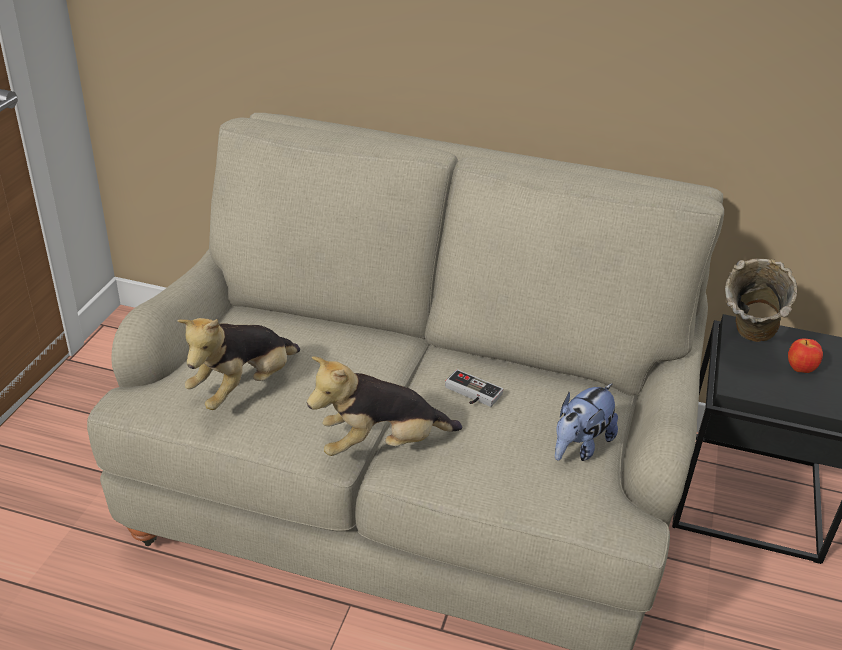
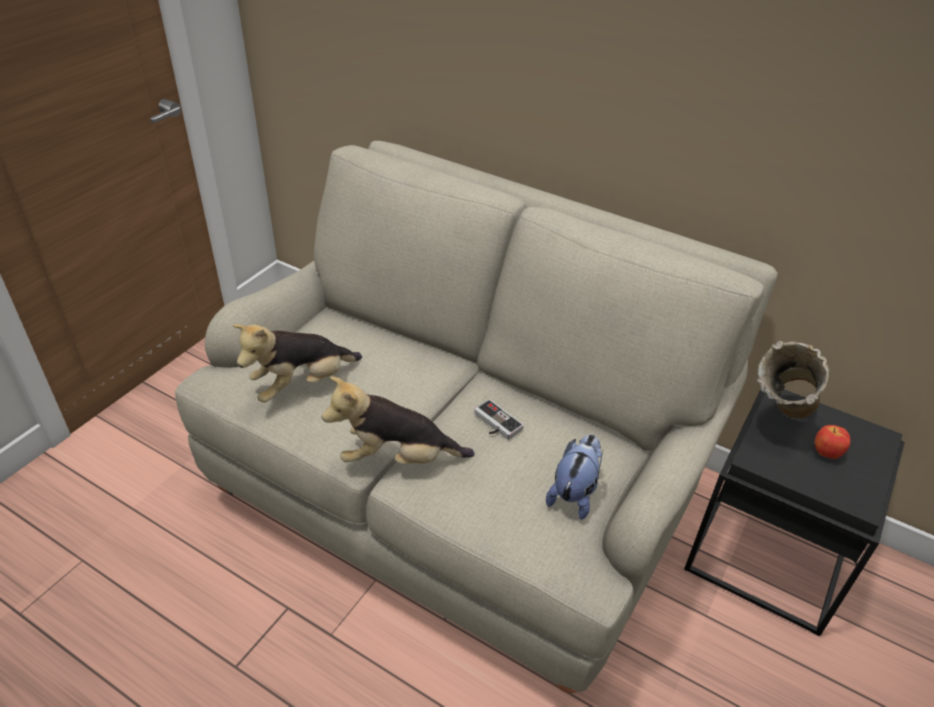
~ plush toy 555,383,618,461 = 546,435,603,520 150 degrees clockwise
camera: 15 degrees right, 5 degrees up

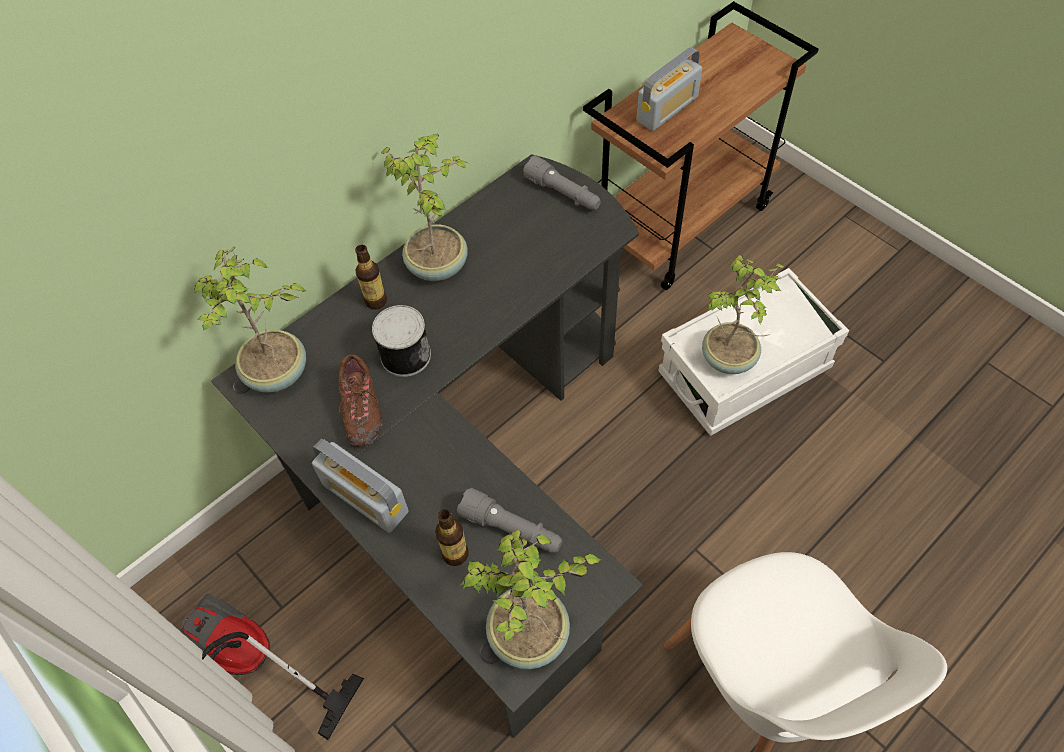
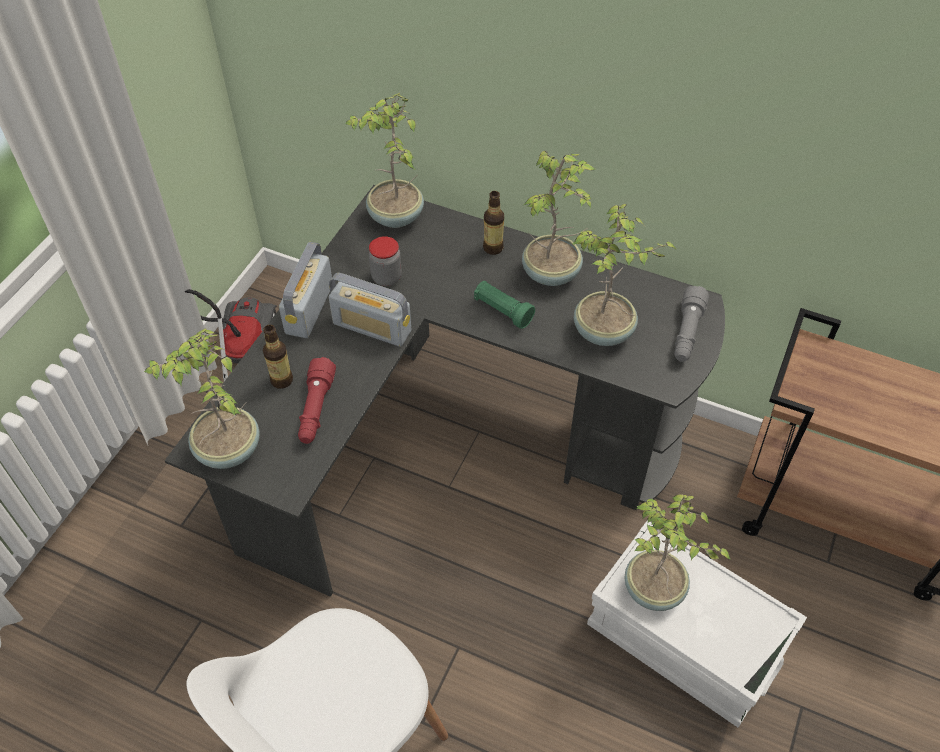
~ grey flashlight 457,488,562,553 to red flashlight 298,357,336,444
~ radio 636,47,702,131 to 329,273,411,347
~ brown shoe 338,354,383,447 to jar 369,236,402,286
+ green flashlight 474,281,535,329
+ potted plant 572,204,677,346
- can 372,305,431,377
camera: 65 degrees right, 5 degrees down

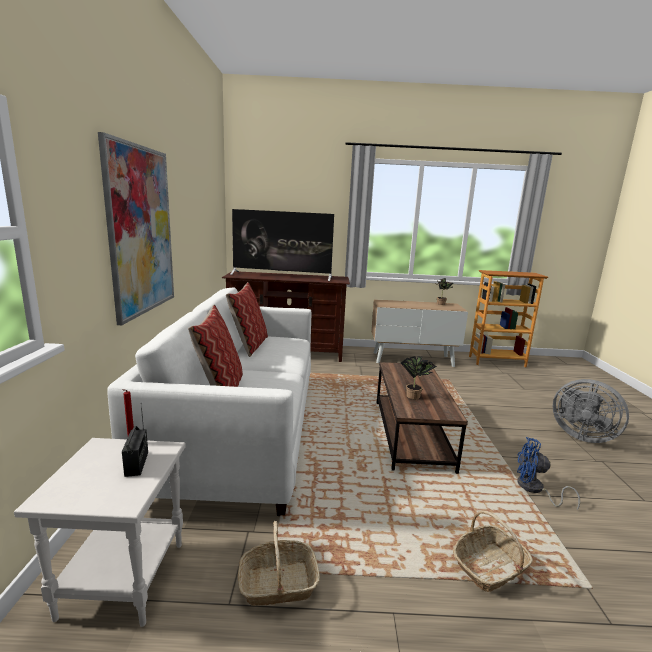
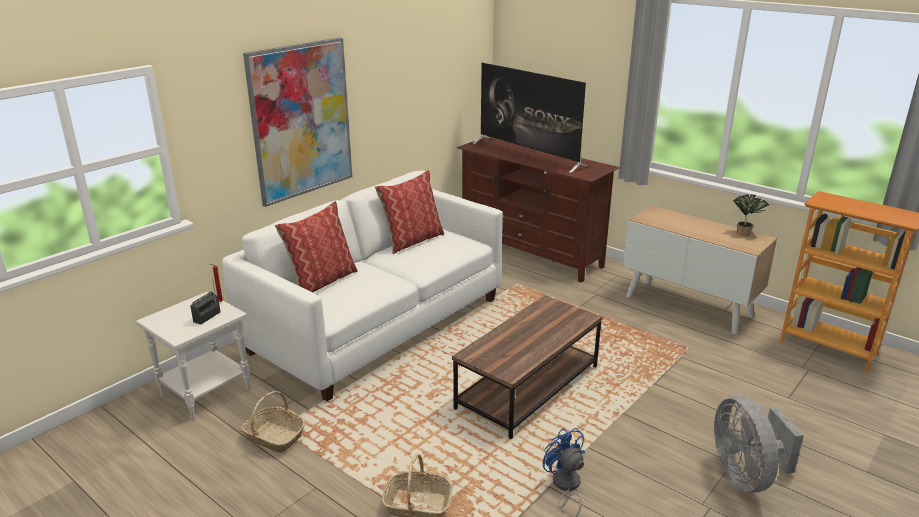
- potted plant 401,356,437,400
camera: 40 degrees right, 10 degrees up

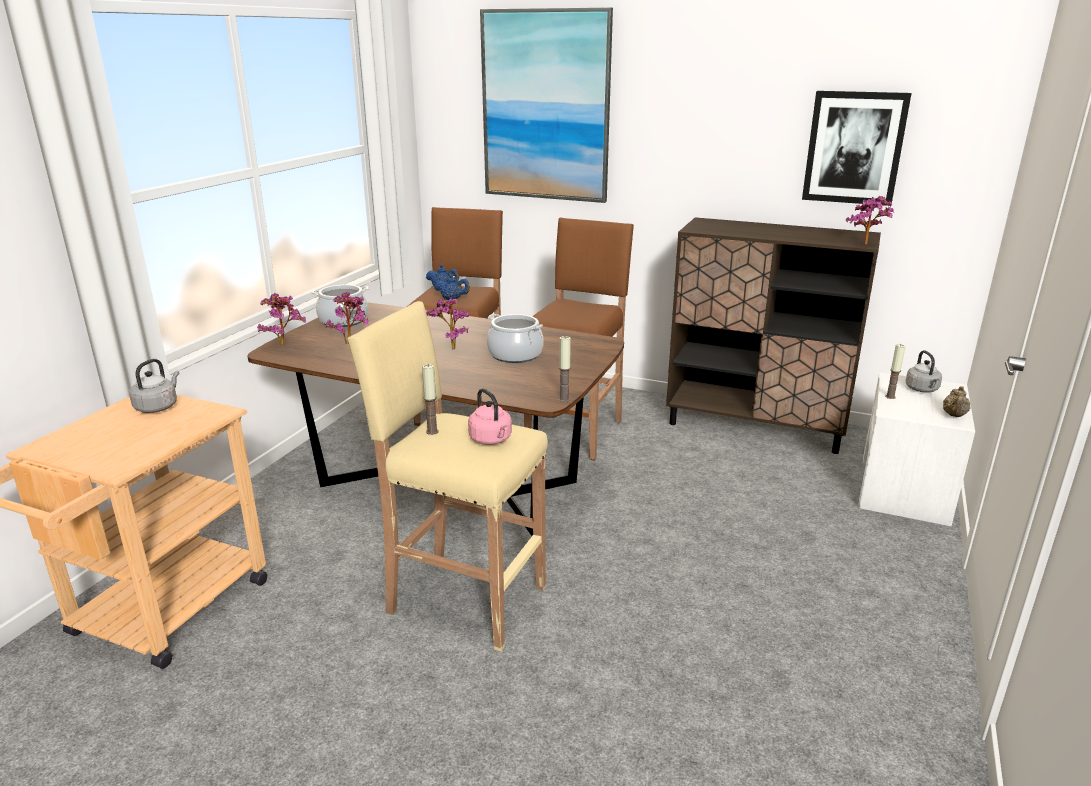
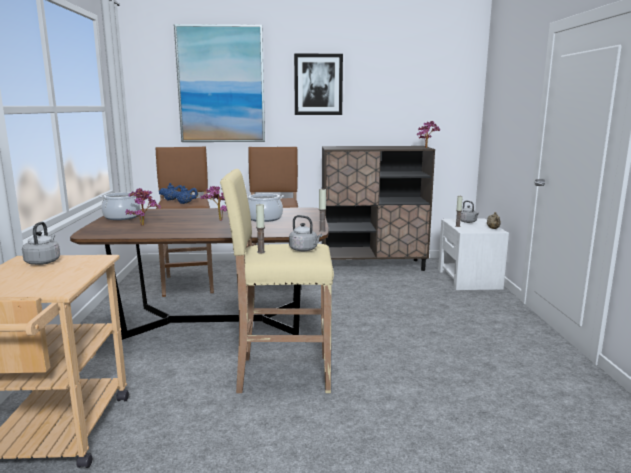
~ pink kettle 468,388,512,445 to grey kettle 289,215,322,251
~ picture 802,91,912,206 to 294,54,343,115
- potted plant 257,293,306,345
camera: 25 degrees left, 10 degrees down

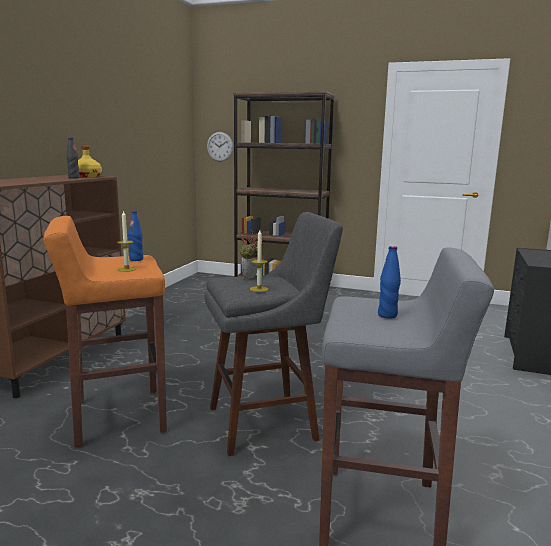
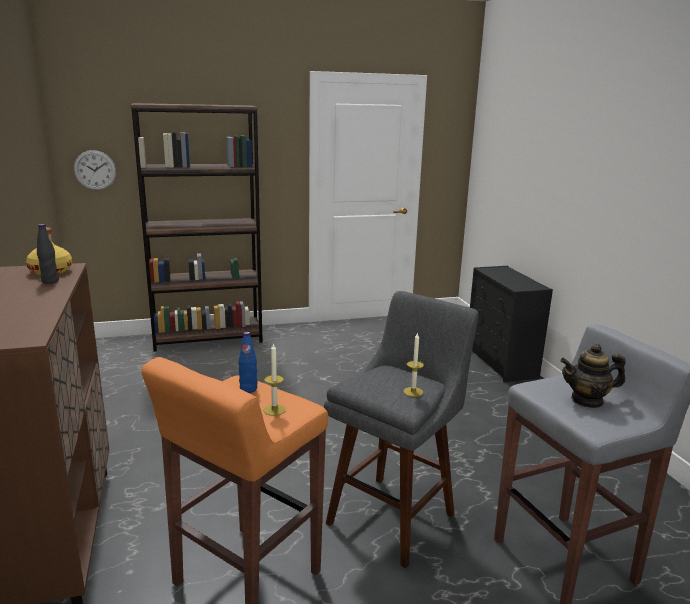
~ blue bottle 378,246,401,319 to teapot 560,343,626,408
- potted plant 240,229,263,279
camera: 35 degrees left, 5 degrees up

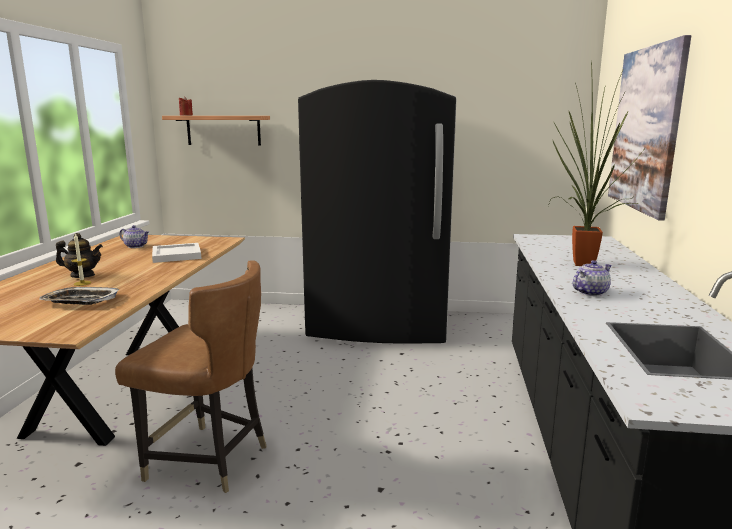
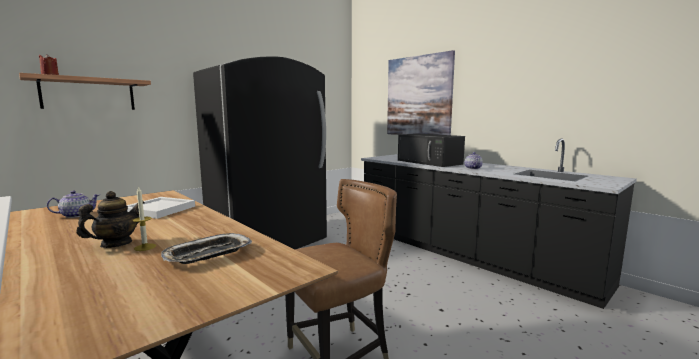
~ potted plant 548,60,646,266 to black microwave 398,134,465,167
camera: 50 degrees left, 5 degrees down

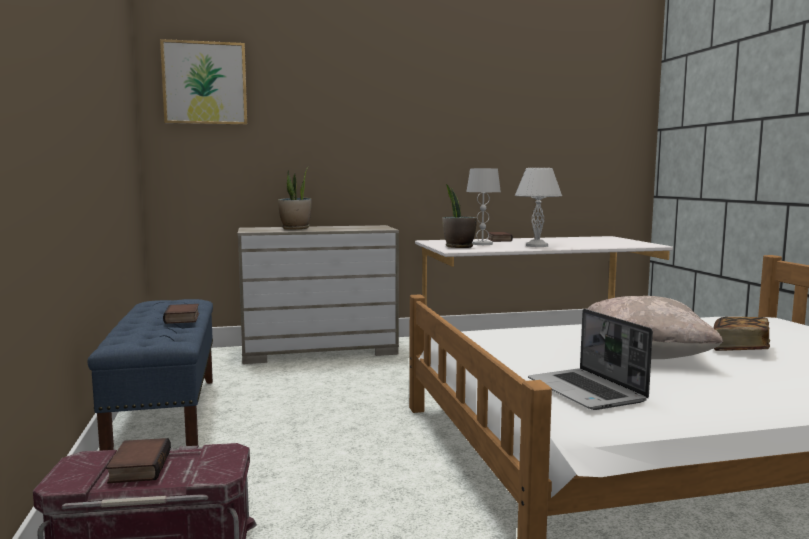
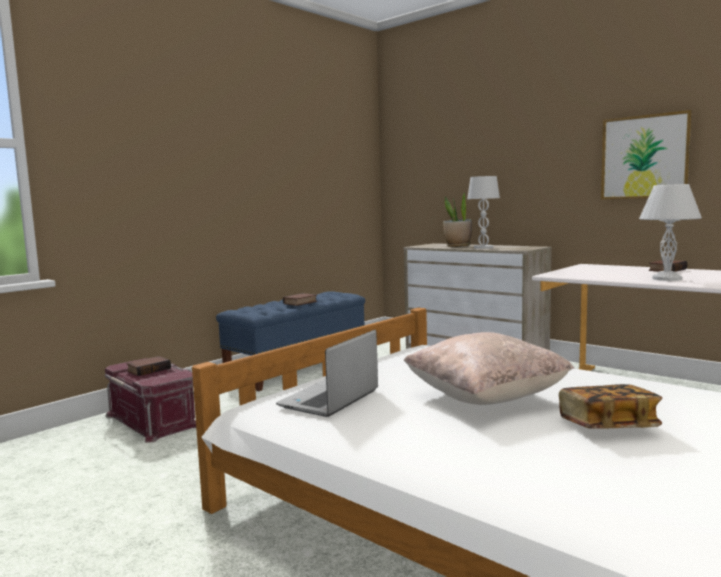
~ white table lamp 466,168,501,245 to 467,176,500,249
~ picture 160,39,247,125 to 601,110,693,200
- potted plant 442,184,477,248
camera: 55 degrees right, 0 degrees up

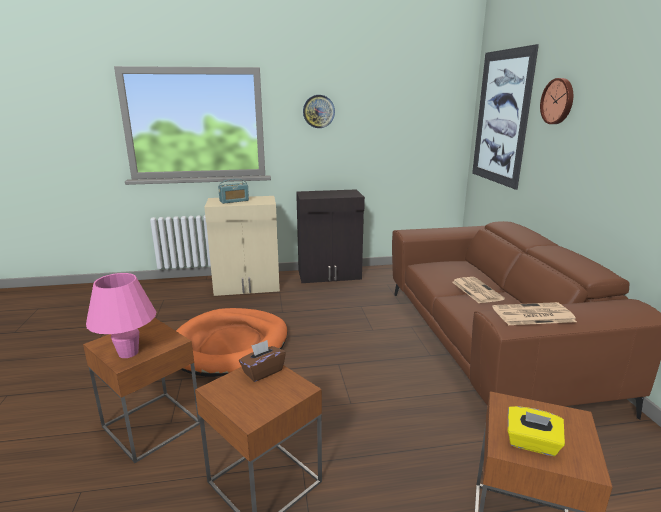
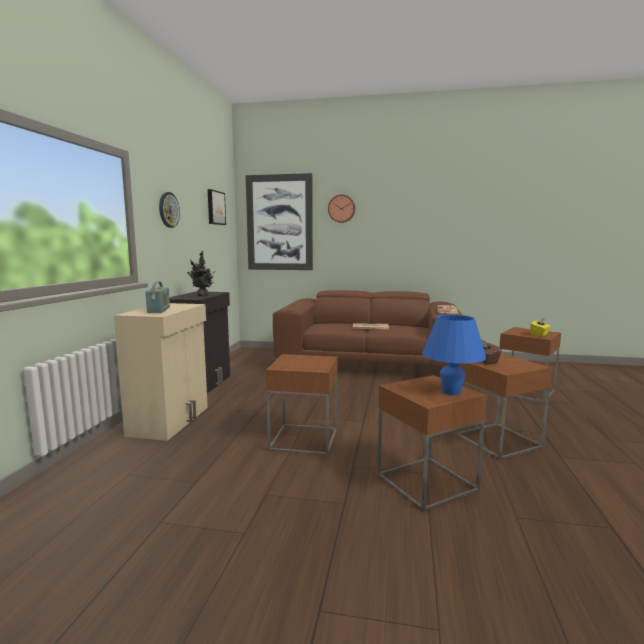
+ potted plant 187,251,214,297
+ picture 208,189,226,225
~ orange dog bed 176,308,288,376 to brown side table 266,354,338,456
~ pink table lamp 86,273,156,358 to blue table lamp 422,315,486,395
camera: 70 degrees left, 10 degrees down

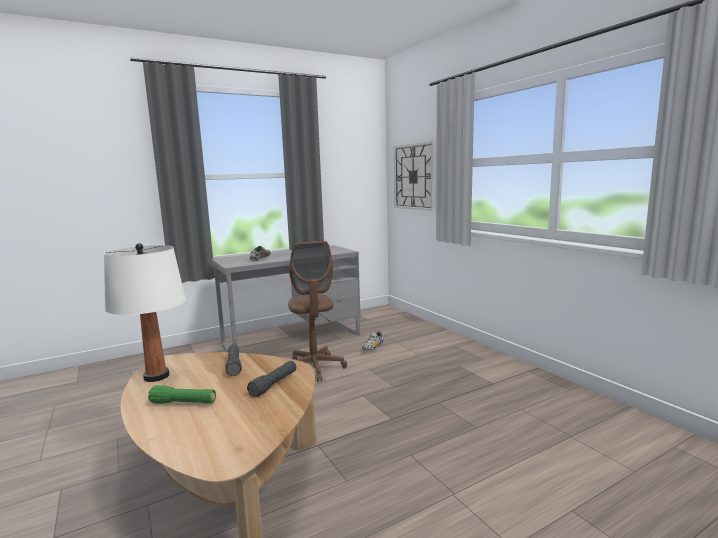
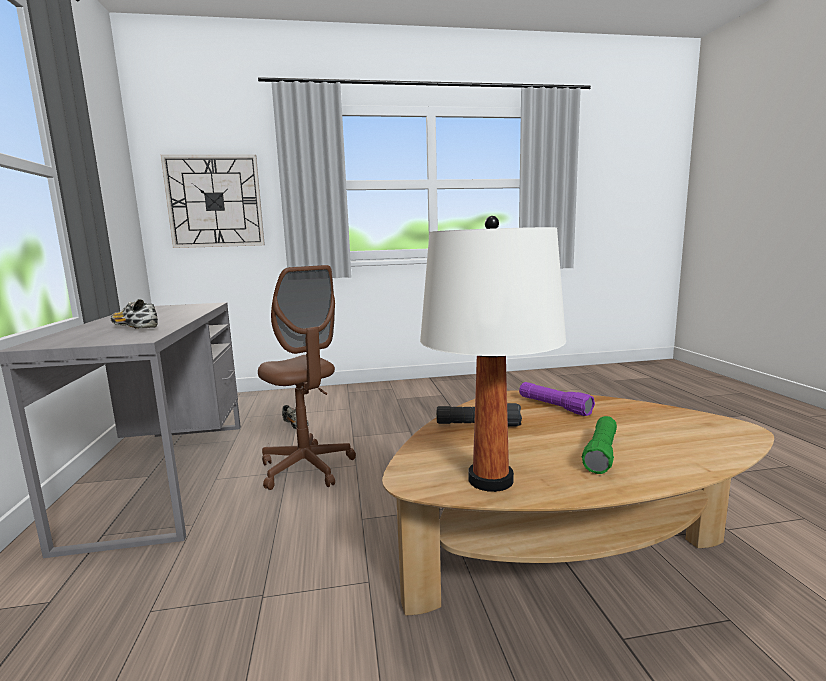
~ brown office chair 288,241,347,382 = 258,265,356,490 45 degrees clockwise
~ black flashlight 247,361,297,397 to purple flashlight 519,382,595,416
camera: 70 degrees left, 0 degrees up

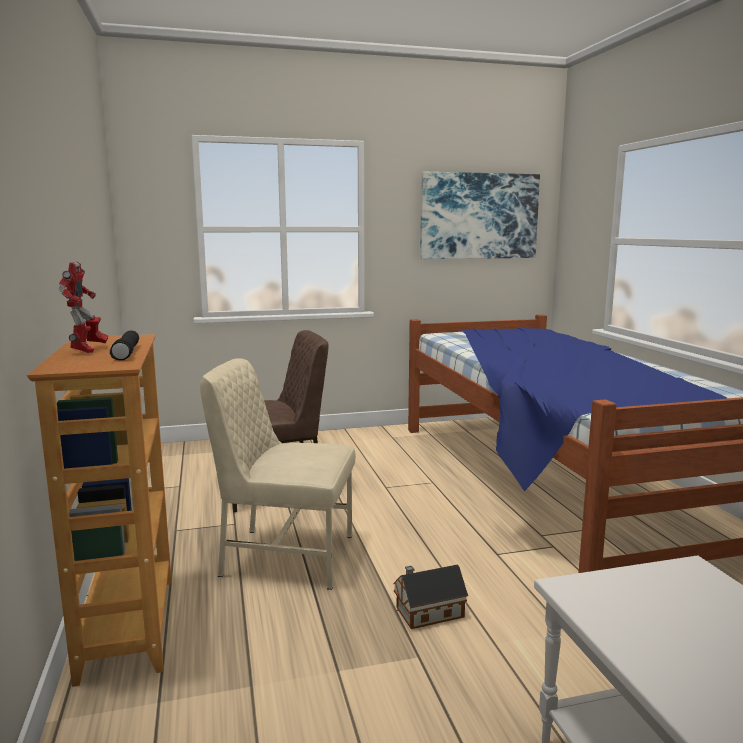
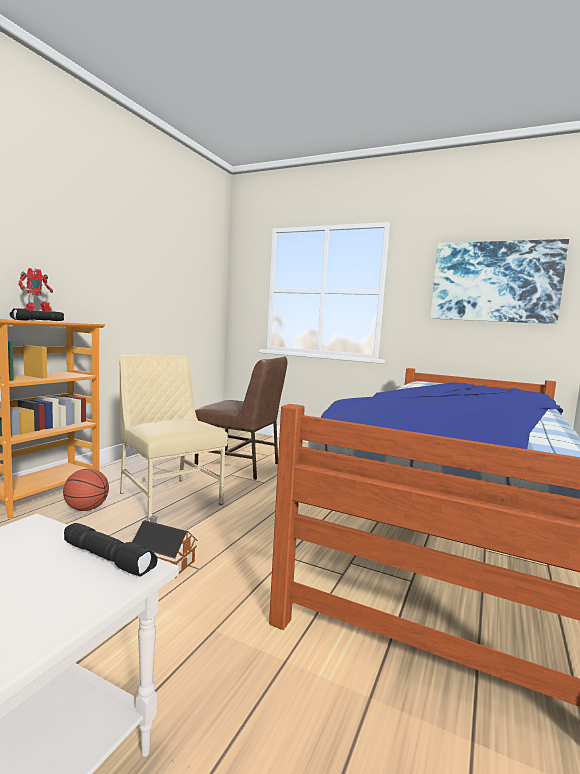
+ basketball 63,469,109,511
+ black flashlight 64,523,158,577
camera: 40 degrees right, 5 degrees down

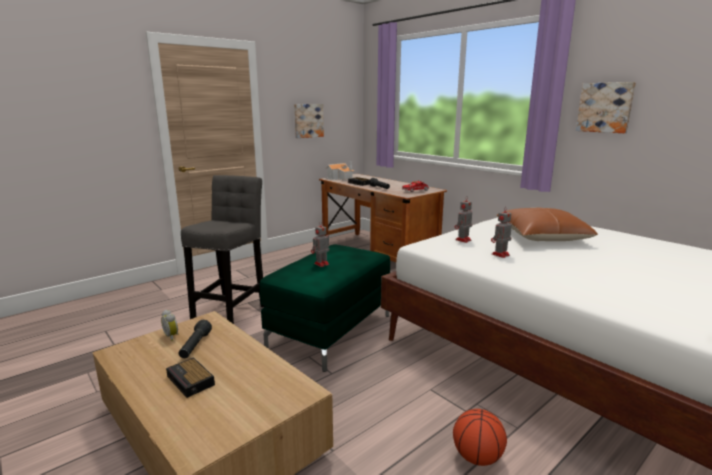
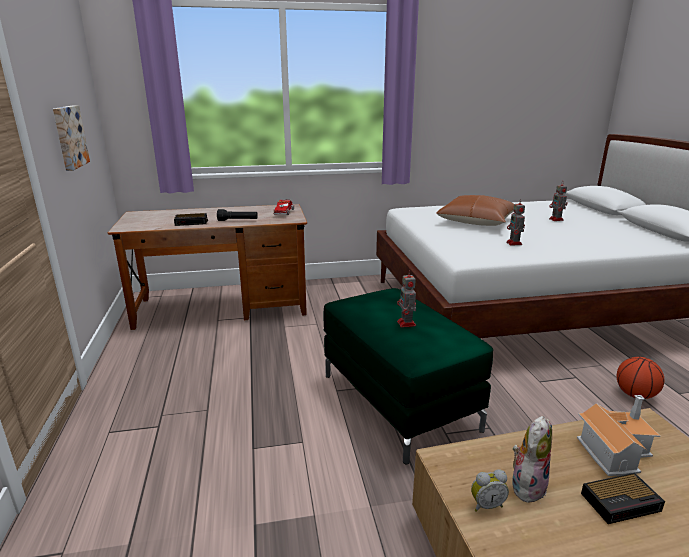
~ black flashlight 178,320,212,358 to plush toy 512,416,552,506
~ toy robot 455,196,472,243 to 549,182,568,221
~ toy house 325,161,355,181 to 577,395,660,476
- grey stool 181,175,265,324
- picture 576,82,636,133
camera: 60 degrees left, 5 degrees up

